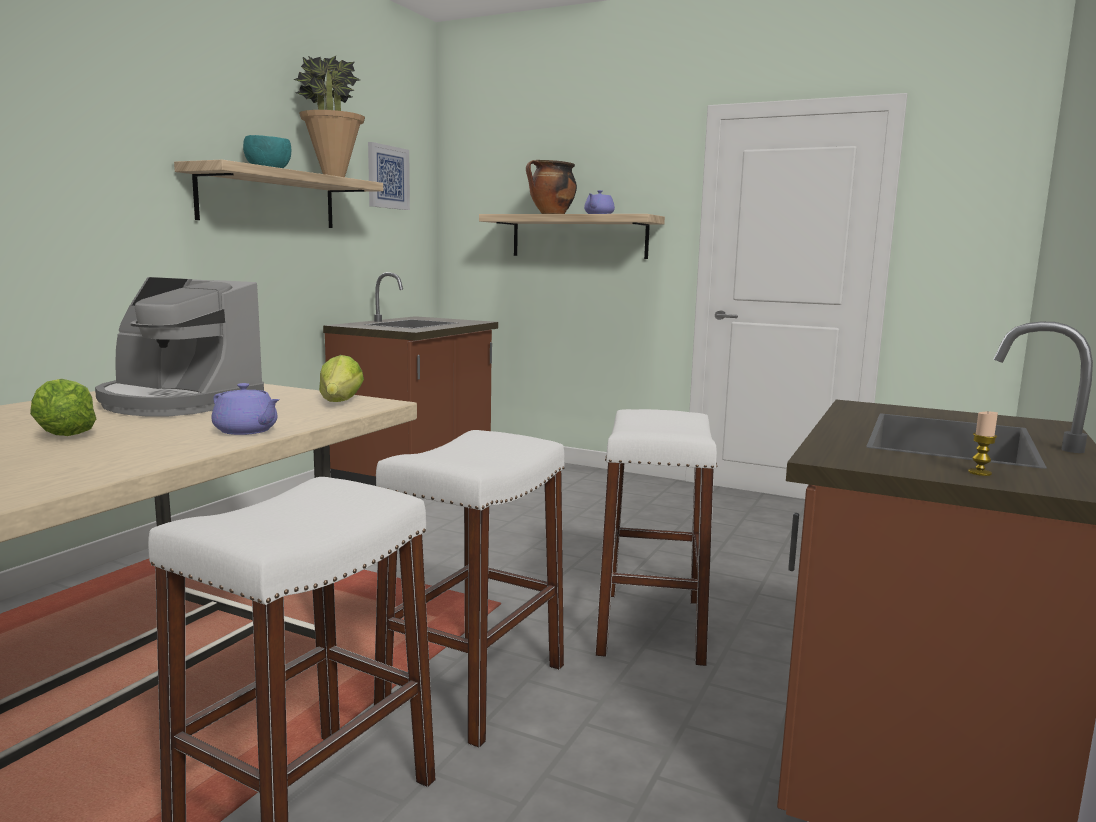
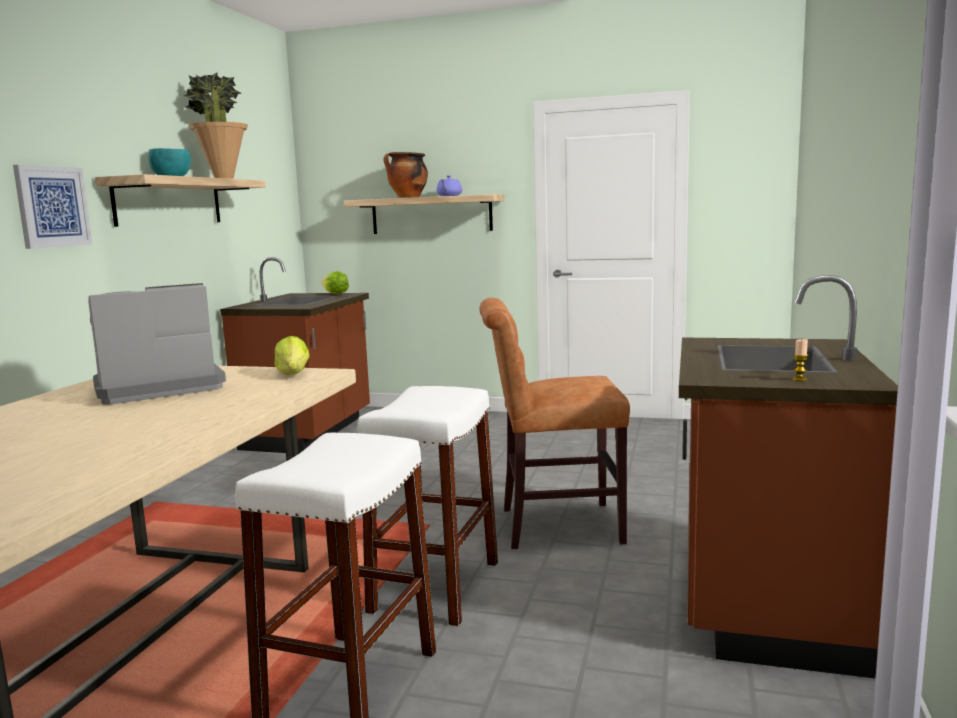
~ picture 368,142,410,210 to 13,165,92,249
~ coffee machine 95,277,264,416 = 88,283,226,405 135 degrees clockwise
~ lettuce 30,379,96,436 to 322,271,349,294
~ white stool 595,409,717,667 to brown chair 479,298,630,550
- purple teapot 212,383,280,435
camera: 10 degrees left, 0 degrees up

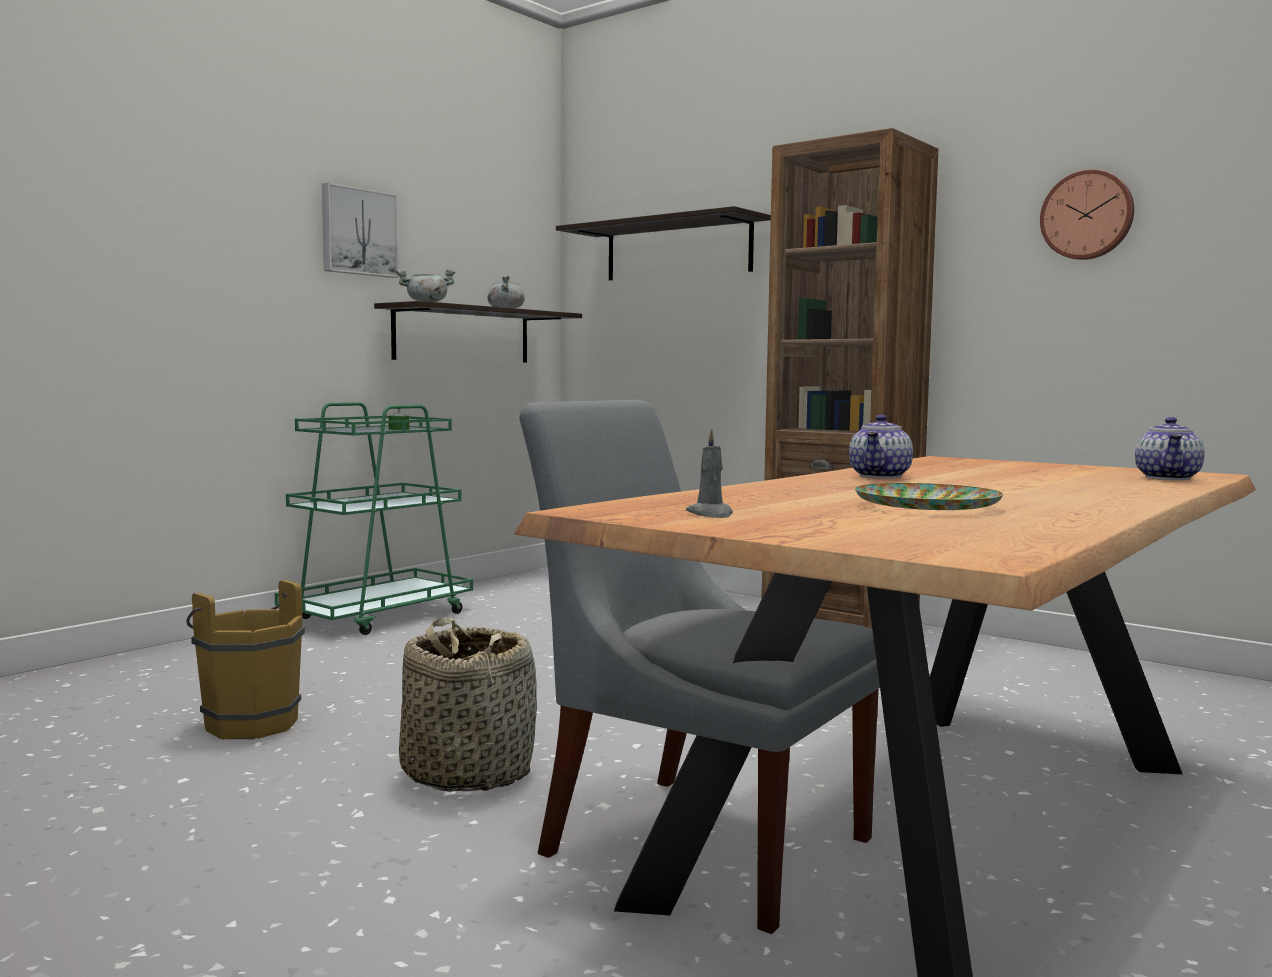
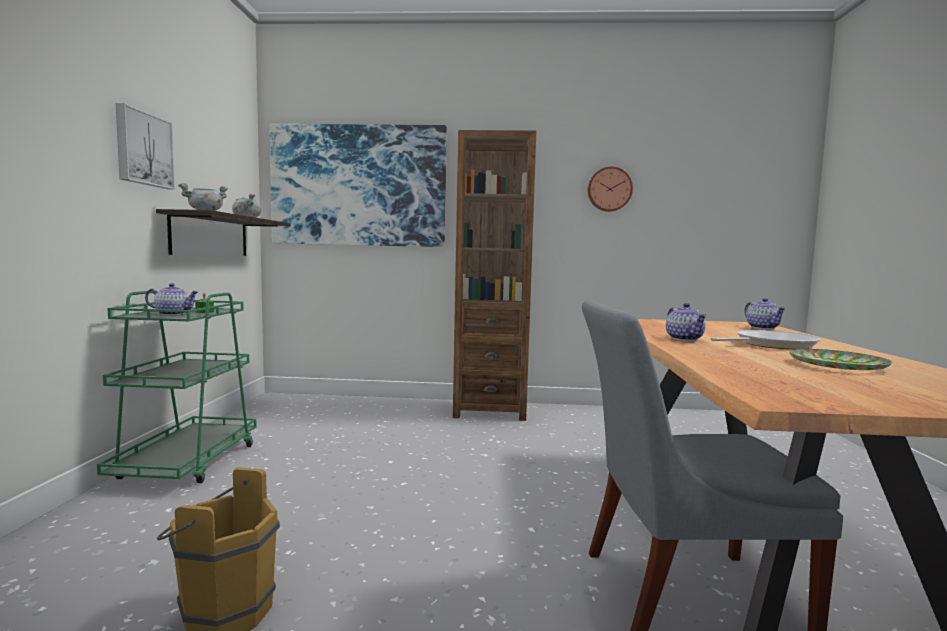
+ teapot 145,283,198,315
~ shelf 556,206,771,281 to picture 270,124,447,247
+ frying pan 711,330,821,350
- basket 399,617,537,792
- grey candle 686,428,733,518
camera: 35 degrees left, 0 degrees up

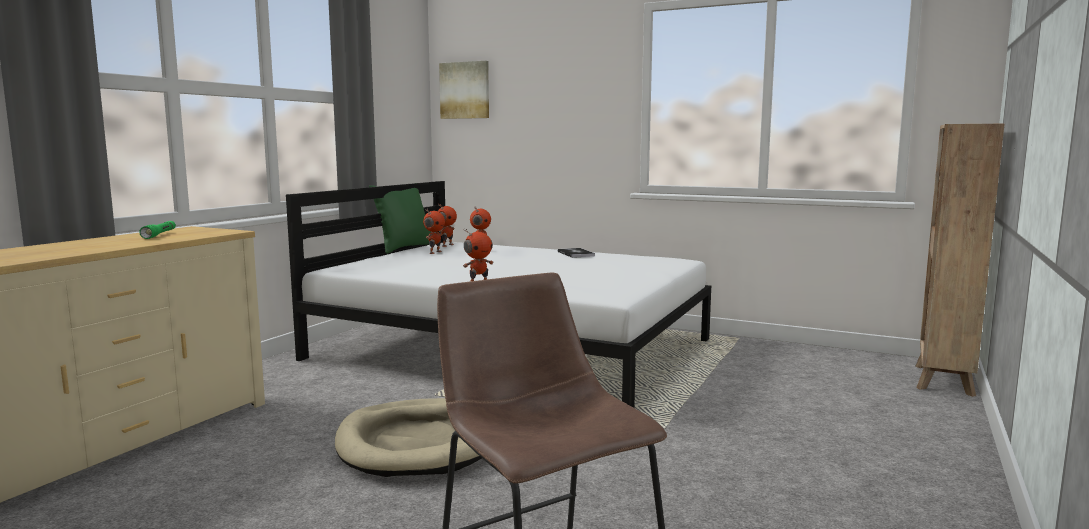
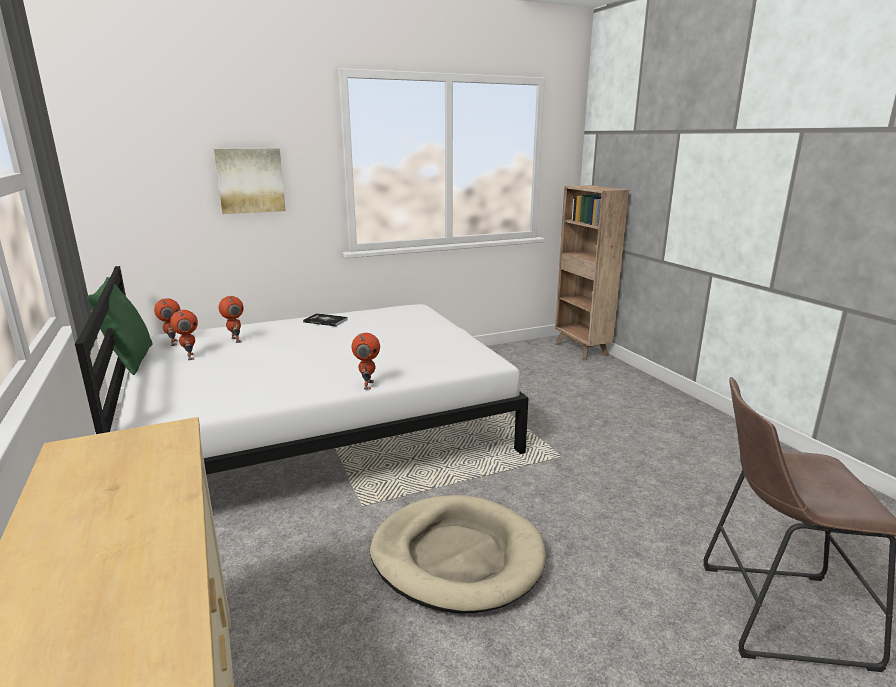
~ picture 439,61,489,119 to 214,148,286,214
- green flashlight 139,221,176,239
camera: 50 degrees left, 10 degrees up

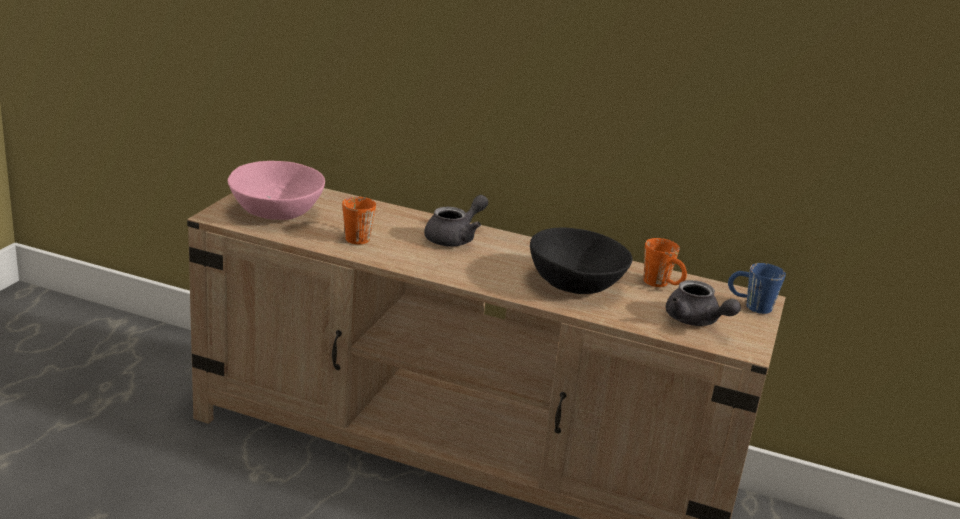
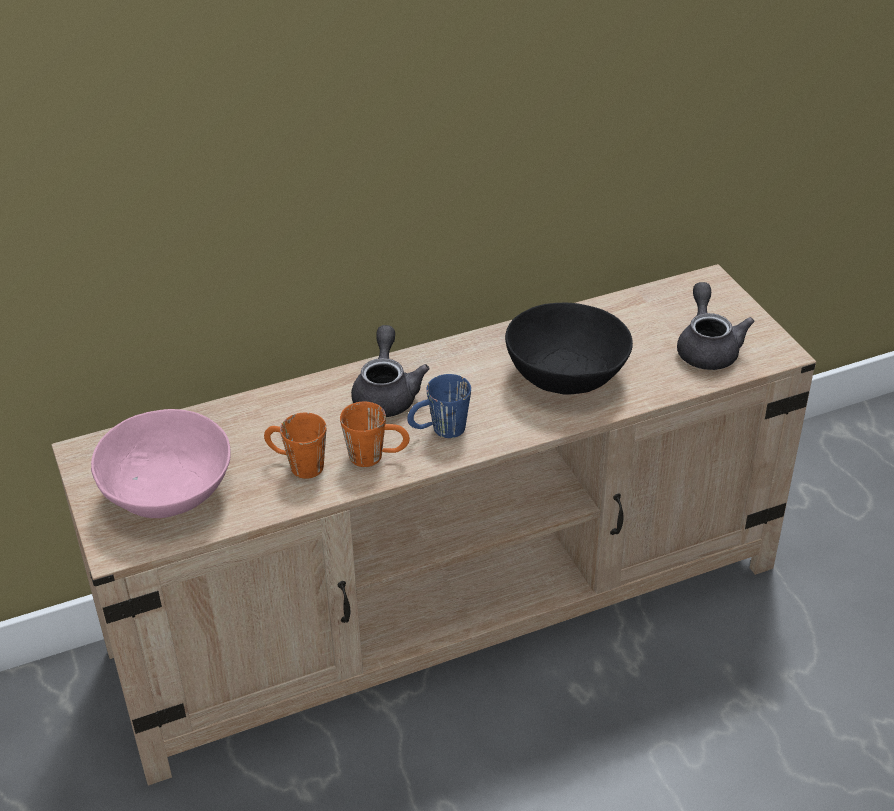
~ orange mug 644,238,687,287 to 340,402,410,467
~ blue mug 728,263,786,314 to 407,374,471,438
~ grey teapot 666,280,741,326 = 677,282,754,370 105 degrees counterclockwise
camera: 40 degrees left, 15 degrees up

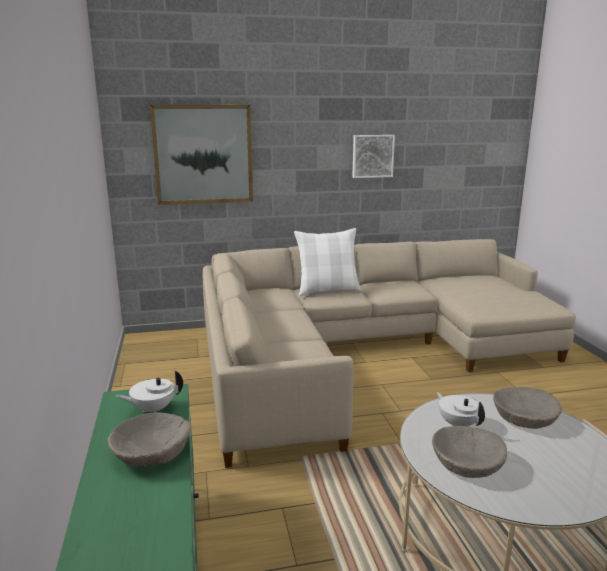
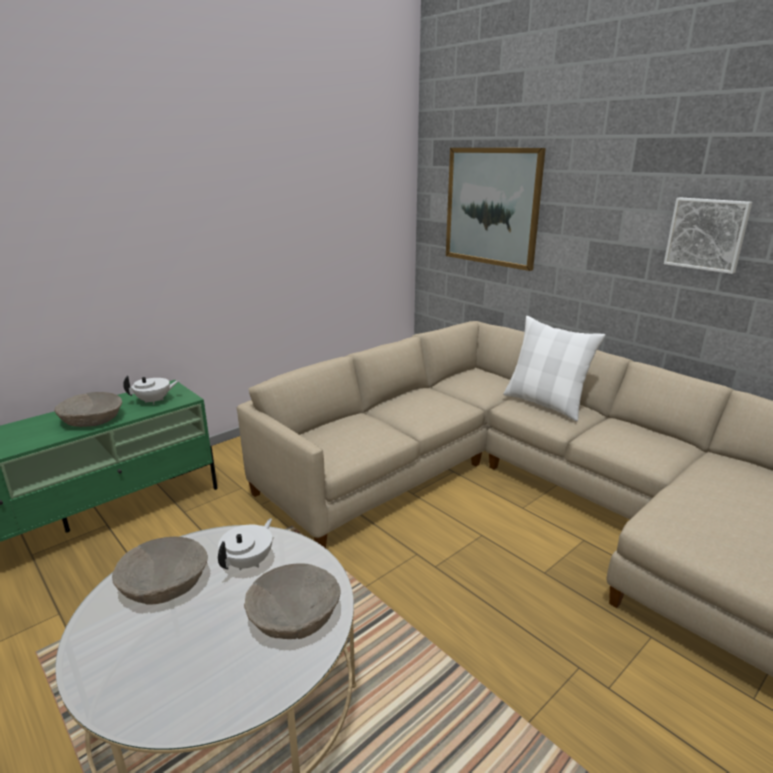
~ white teapot 116,370,183,412 = 123,376,180,405 120 degrees clockwise
camera: 60 degrees right, 5 degrees up

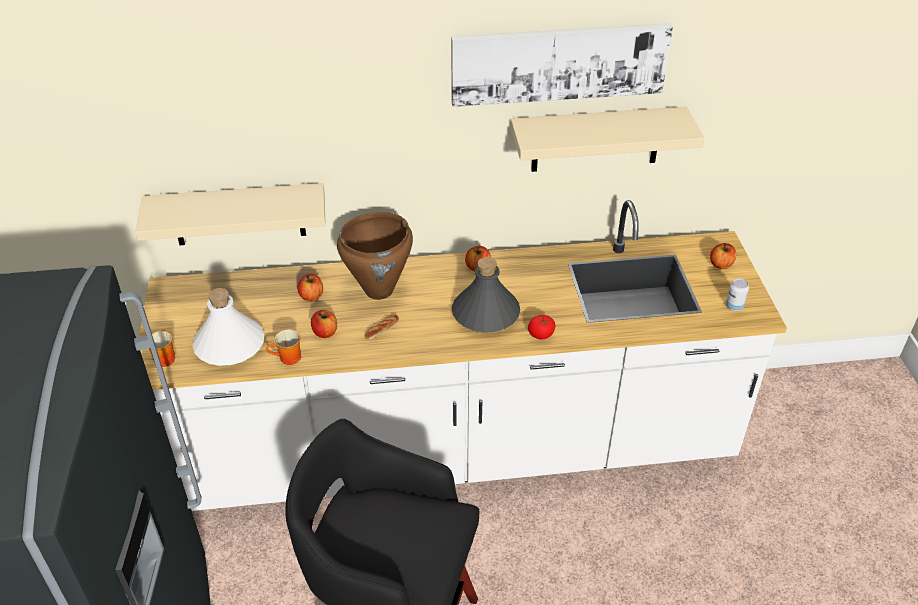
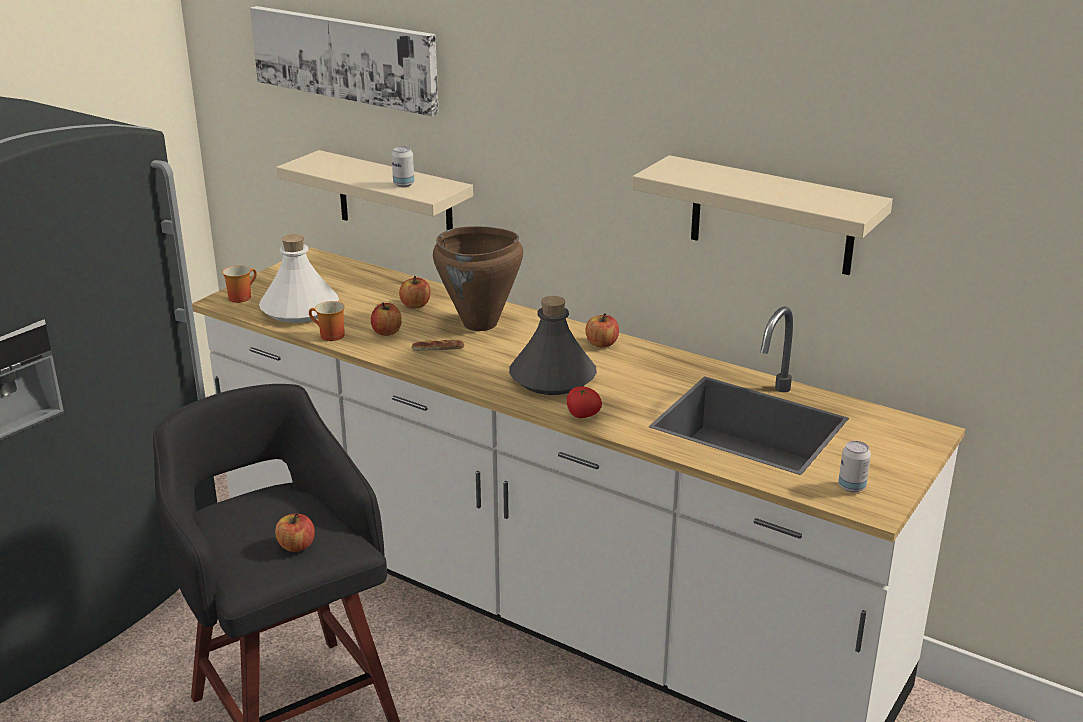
~ picture 451,23,673,107 to 250,6,439,117
~ apple 710,243,736,269 to 275,513,315,552
+ can 392,146,414,187
camera: 40 degrees right, 15 degrees down

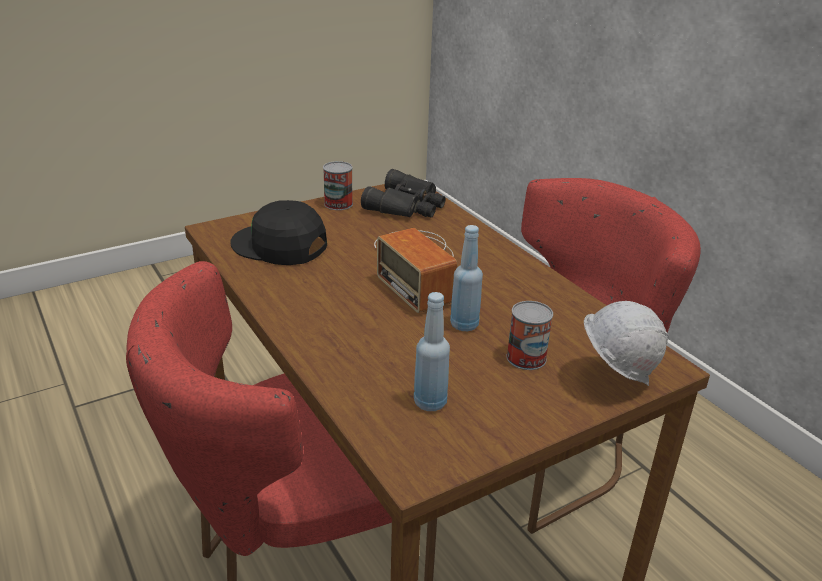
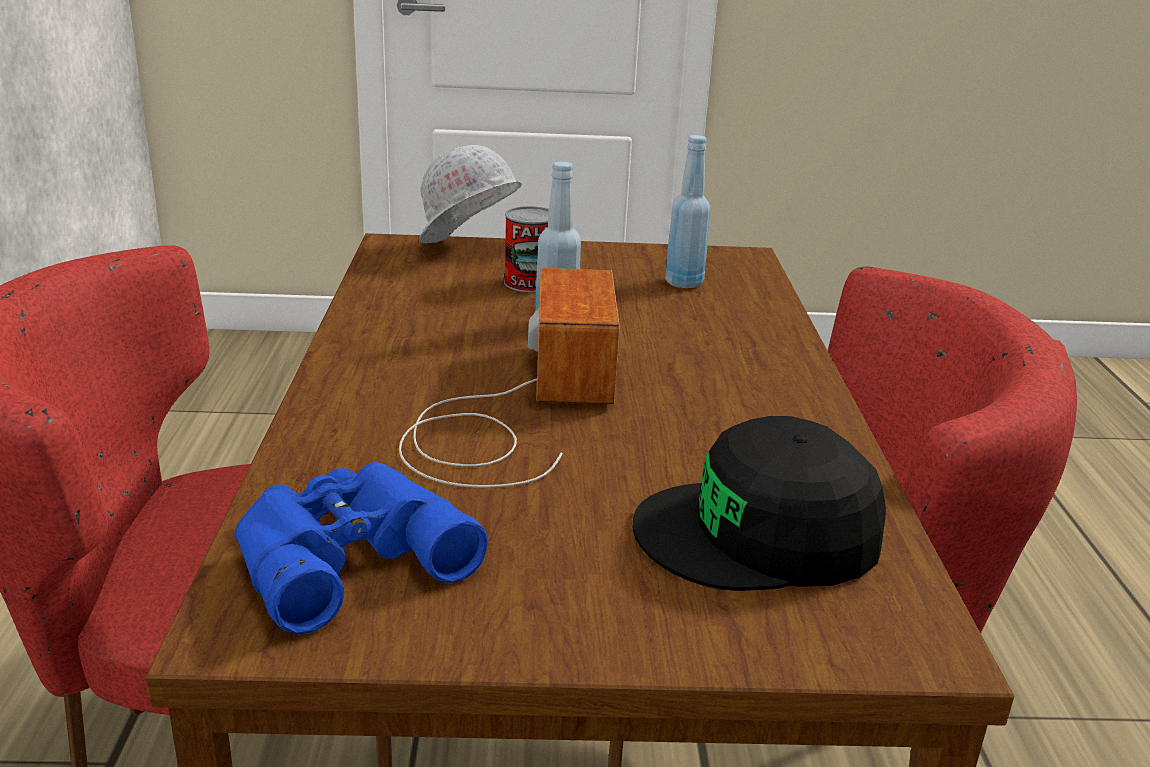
~ black binoculars 361,169,446,218 to blue binoculars 234,462,488,634
~ black cap 230,200,327,265 = 633,416,886,591 120 degrees clockwise
- can 323,161,353,210
camera: 150 degrees left, 5 degrees down

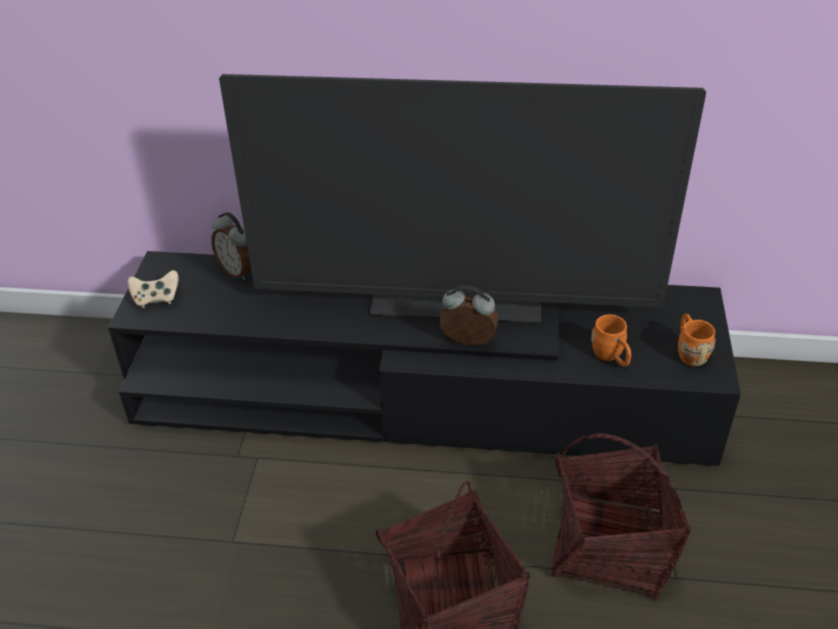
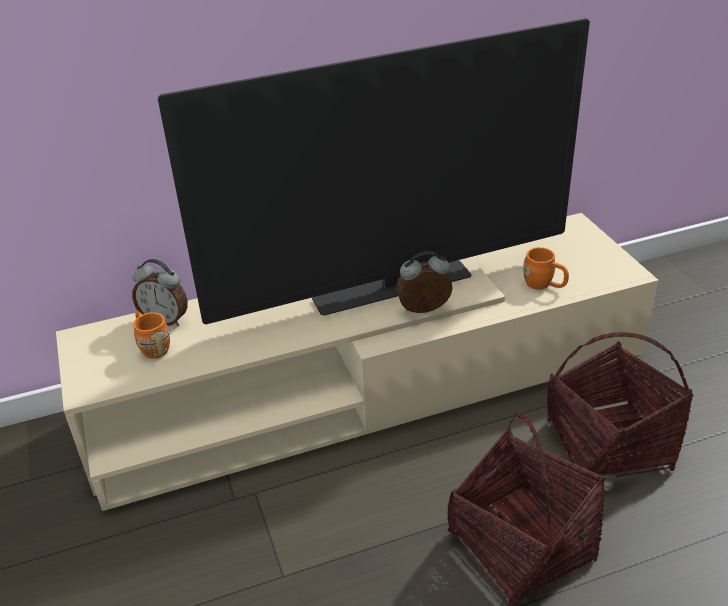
~ black tv stand 108,251,741,466 to beige tv stand 56,213,659,511
~ orange mug 678,314,716,366 to 133,311,170,359
- beige game controller 128,270,179,308
camera: 25 degrees left, 5 degrees down

